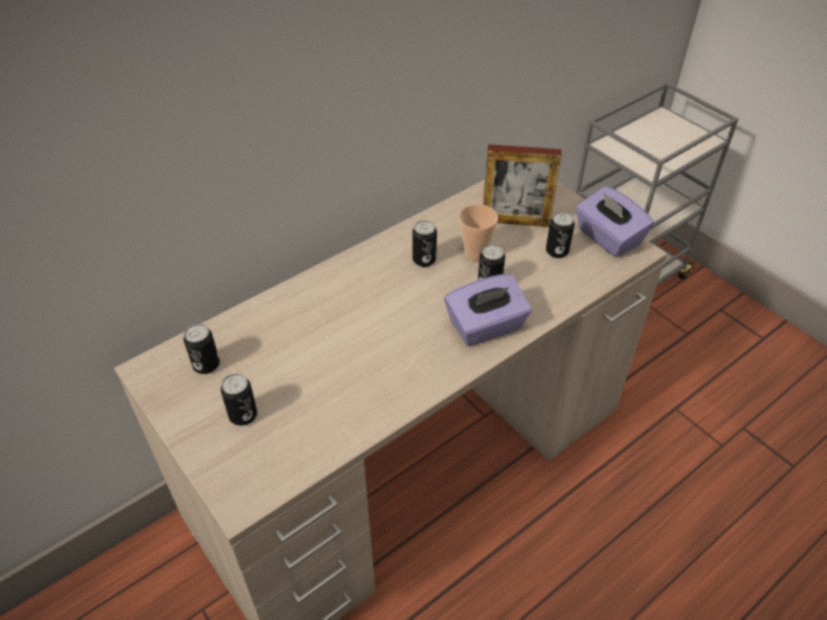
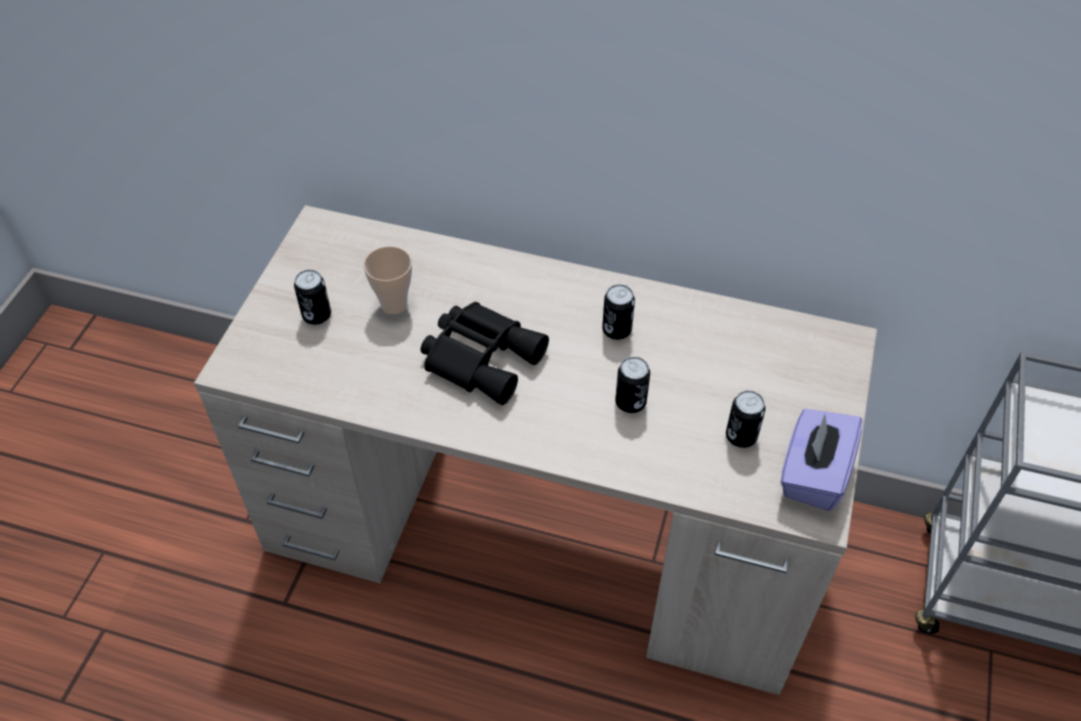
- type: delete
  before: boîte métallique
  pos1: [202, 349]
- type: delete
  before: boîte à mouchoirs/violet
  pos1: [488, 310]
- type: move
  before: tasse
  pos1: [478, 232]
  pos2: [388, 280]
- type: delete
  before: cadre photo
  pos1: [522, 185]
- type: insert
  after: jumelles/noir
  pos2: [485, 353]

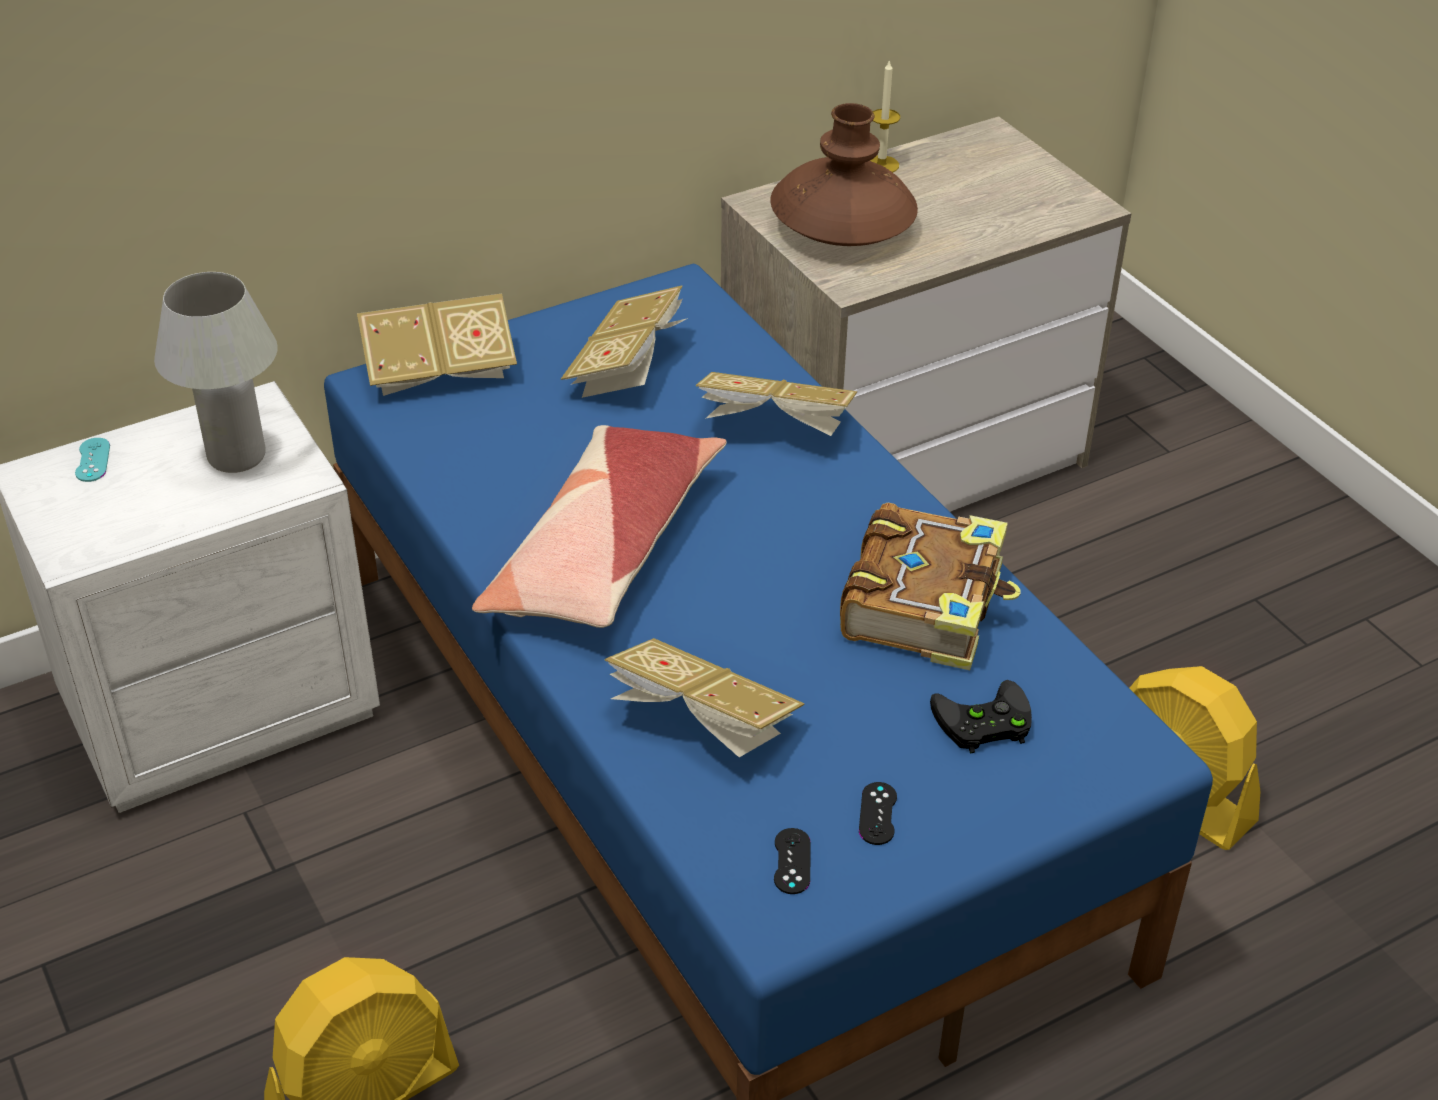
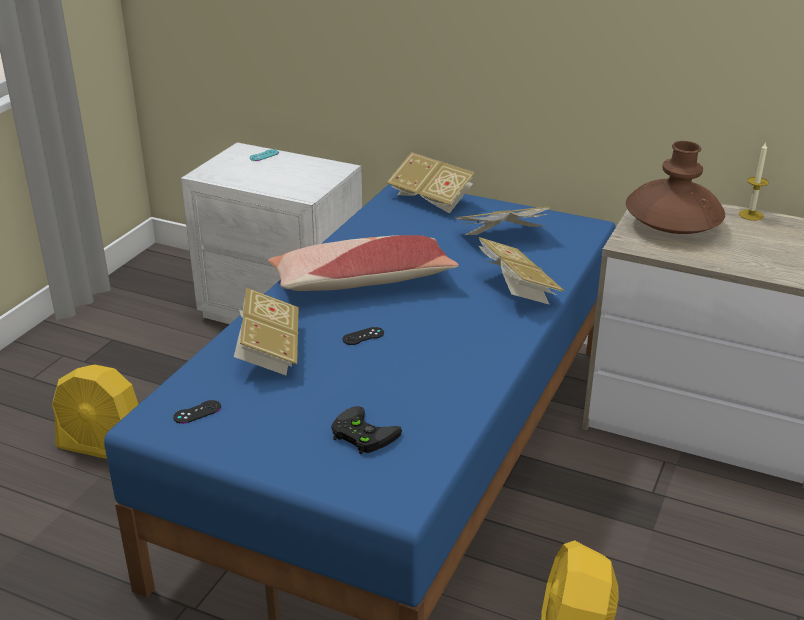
- type: delete
  before: lampe de table/blanc
  pos1: [216, 372]
- type: delete
  before: livre
  pos1: [930, 586]
- type: move
  before: manette/noir
  pos1: [878, 813]
  pos2: [363, 336]

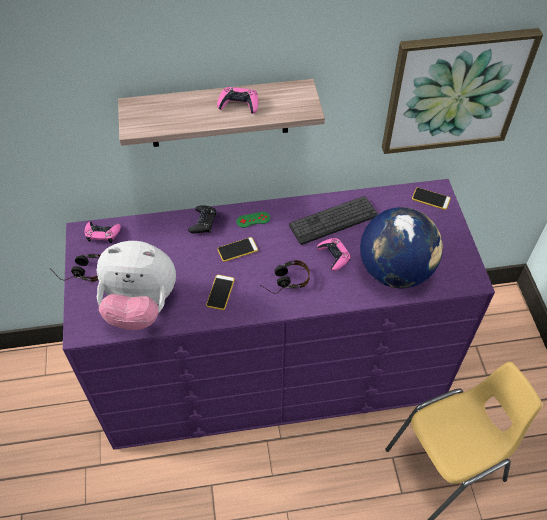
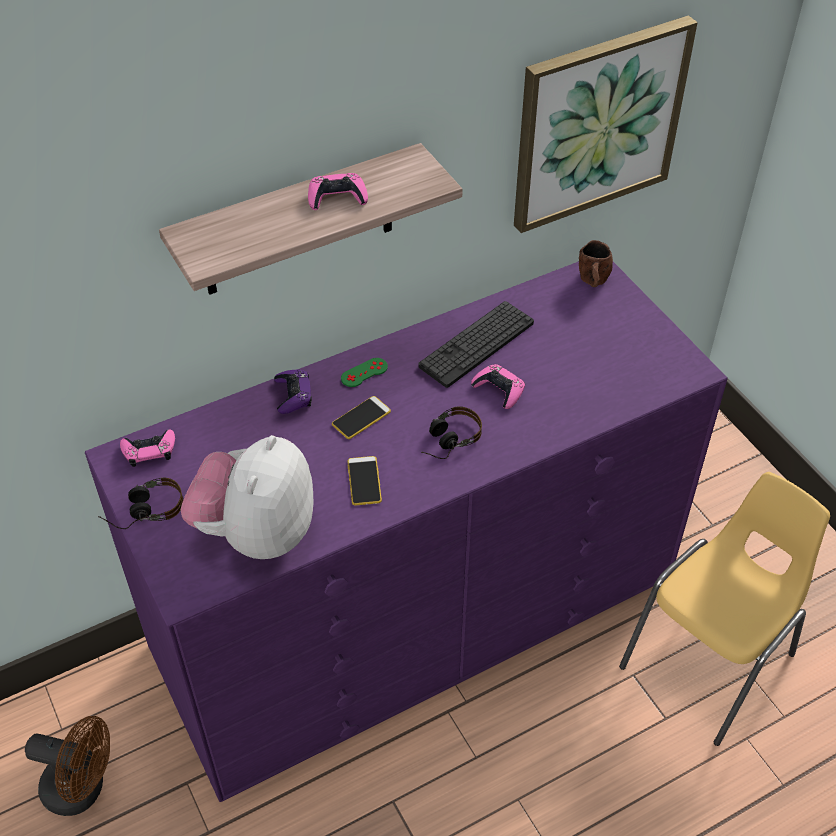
- type: rotate
  before: peluche
  pos1: [136, 285]
  pos2: [247, 497]
  turn: 120
- type: recolor
  before: manette/noir
  after: manette/violet
  pos1: [202, 219]
  pos2: [293, 391]
- type: delete
  before: globe
  pos1: [401, 247]
- type: replace
  before: téléphone
  after: mug/marron
  pos1: [431, 198]
  pos2: [596, 263]
- type: insert
  after: ventilateur/marron
  pos2: [67, 766]

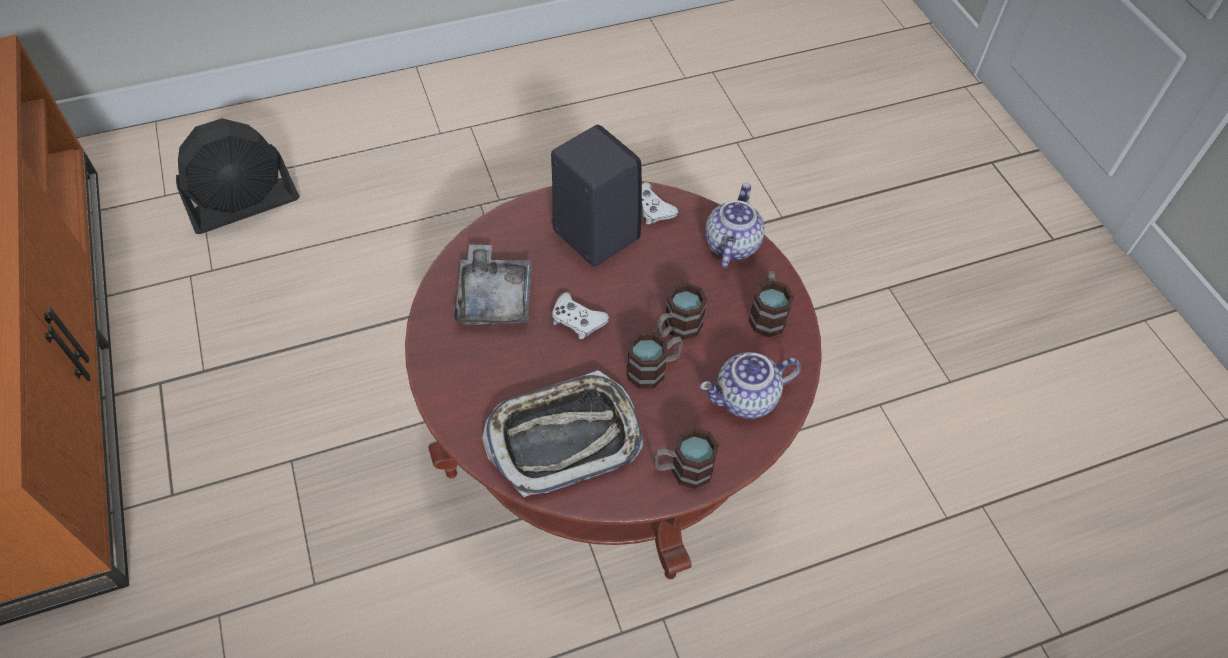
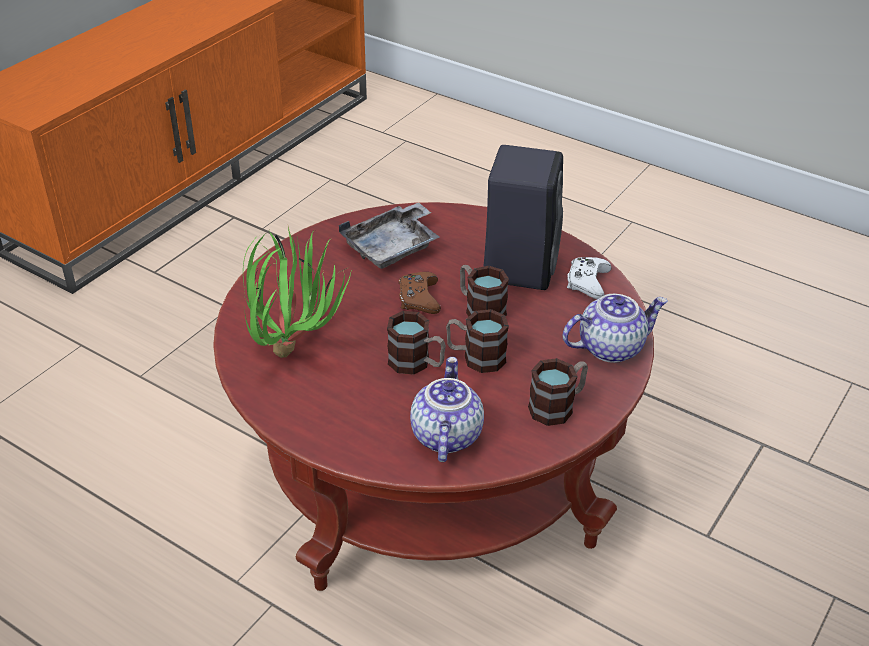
- type: delete
  before: ventilateur/noir
  pos1: [238, 176]
- type: replace
  before: plateau
  after: plante en pot
  pos1: [562, 433]
  pos2: [297, 292]
- type: recolor
  before: manette/blanc
  after: manette/marron
  pos1: [580, 315]
  pos2: [420, 293]
- type: move
  before: mug
  pos1: [686, 458]
  pos2: [484, 291]
- type: rotate
  before: théière
  pos1: [750, 385]
  pos2: [447, 409]
  turn: 60

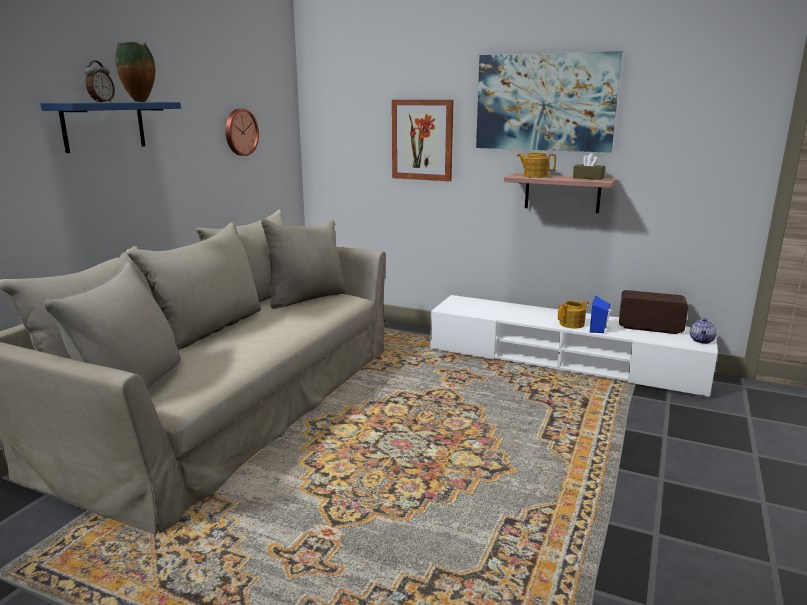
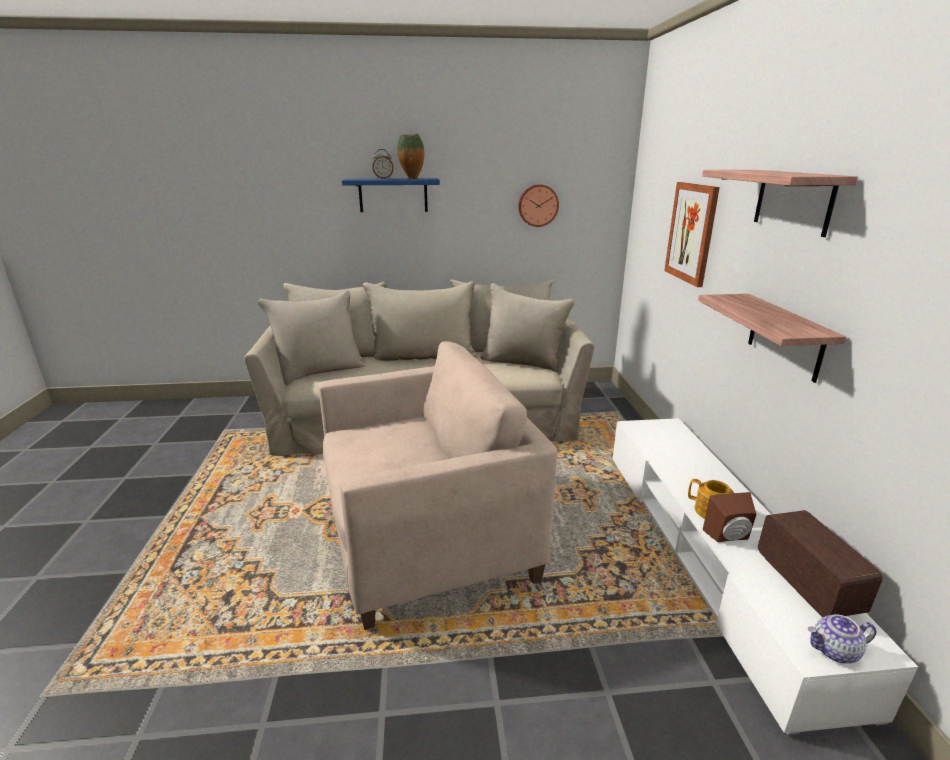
- type: replace
  before: tableau
  after: étagère
  pos1: [549, 102]
  pos2: [780, 203]
- type: delete
  before: théière
  pos1: [536, 165]
- type: delete
  before: boîte à mouchoirs/marron
  pos1: [589, 166]
- type: recolor
  before: enceinte/bleu
  after: enceinte/marron
  pos1: [600, 314]
  pos2: [729, 517]
- type: insert
  after: fauteuil/beige
  pos2: [438, 485]

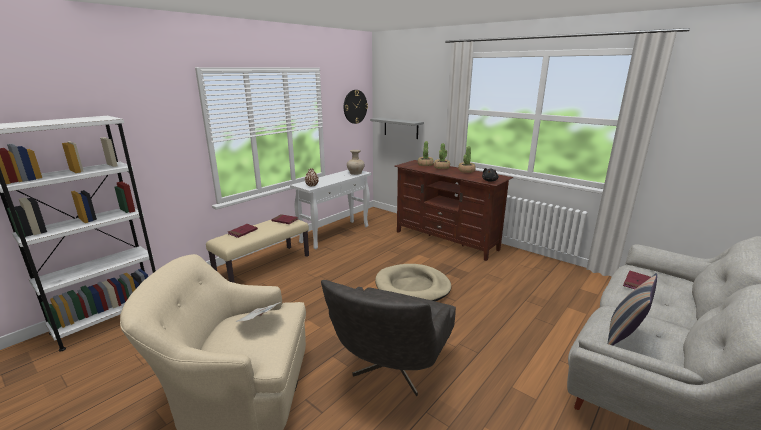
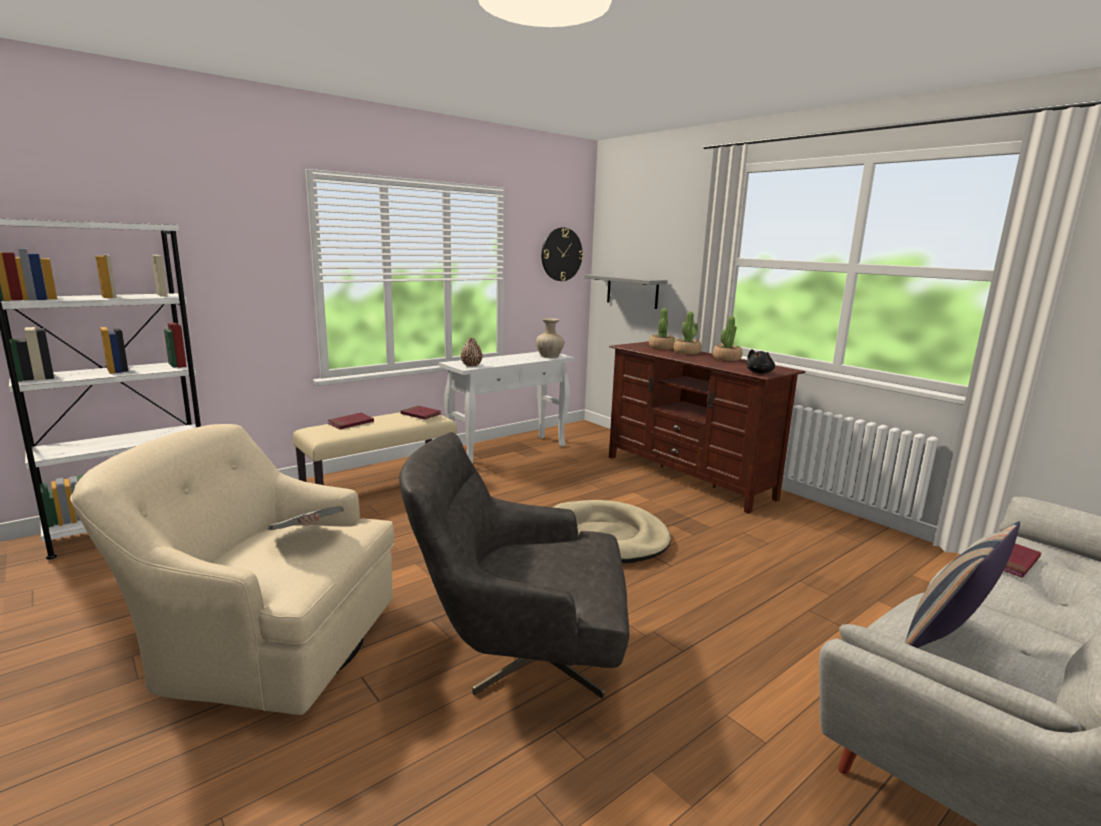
- type: rotate
  before: fauteuil/gris
  pos1: [388, 338]
  pos2: [514, 565]
  turn: 60

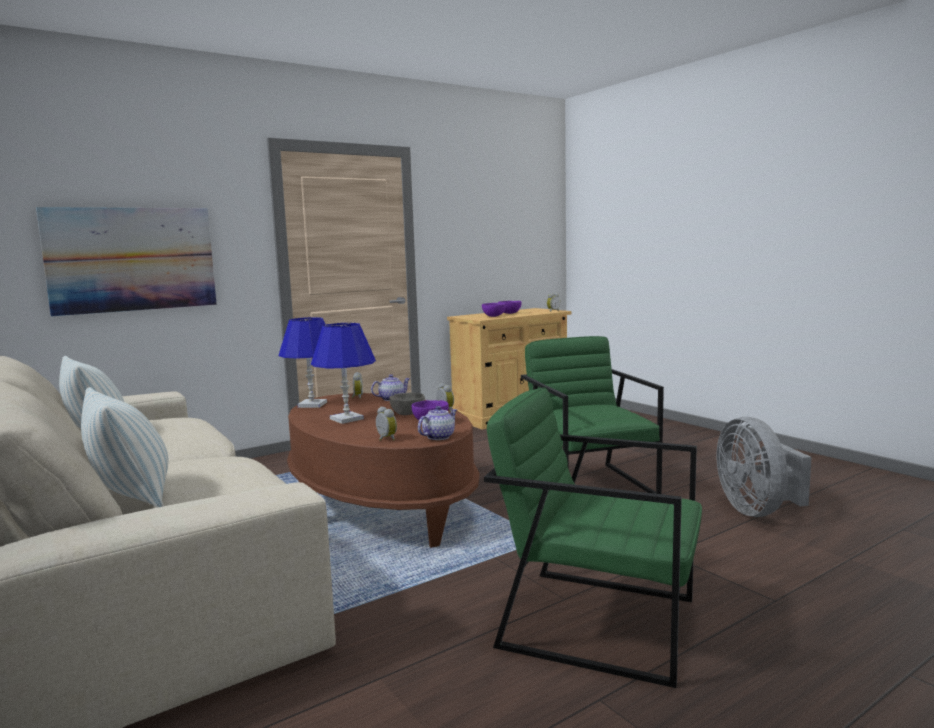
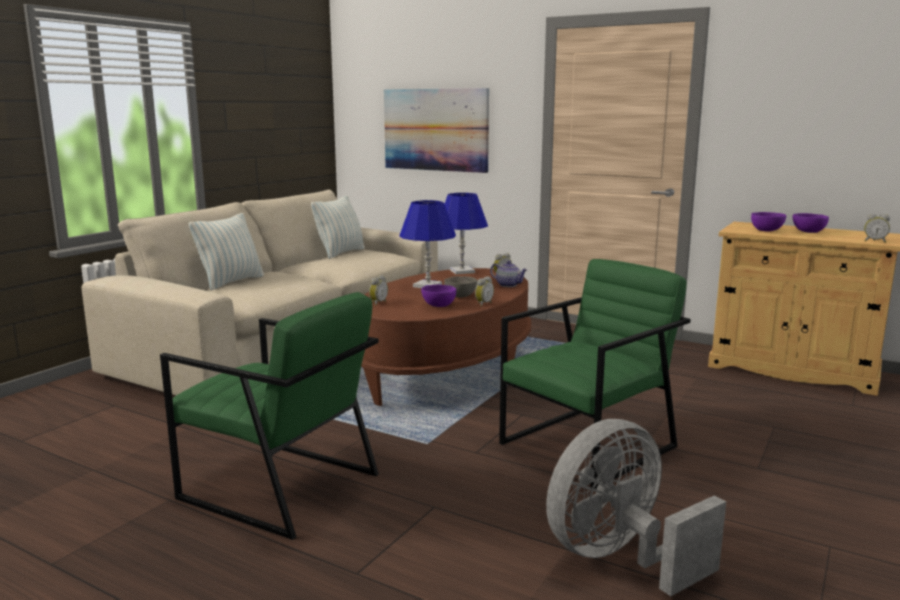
- type: delete
  before: théière
  pos1: [437, 423]
- type: rotate
  before: fauteuil/vert
  pos1: [593, 537]
  pos2: [269, 416]
  turn: 120

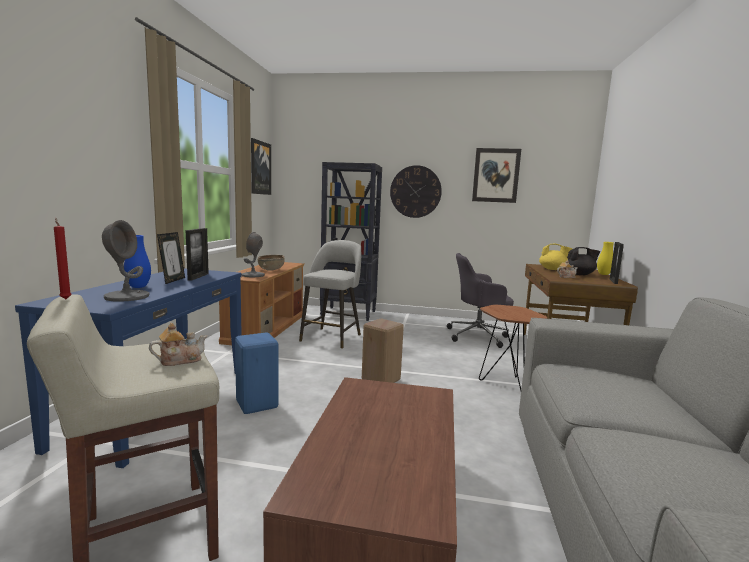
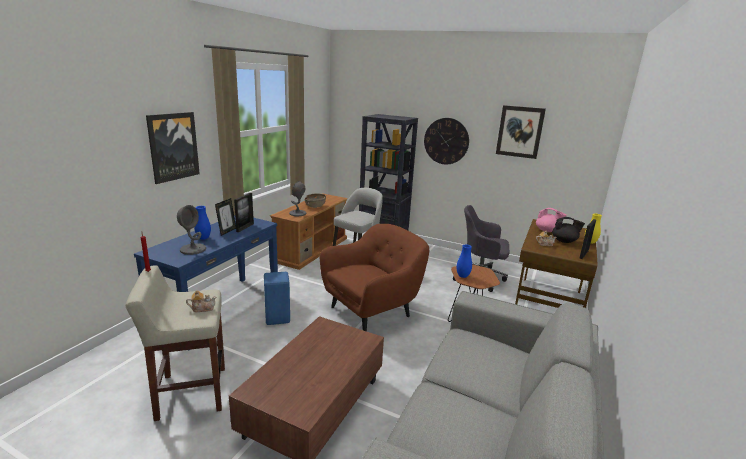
- type: move
  before: tableau
  pos1: [261, 166]
  pos2: [173, 148]
- type: replace
  before: tabouret/beige
  after: fauteuil/marron
  pos1: [383, 350]
  pos2: [374, 278]
- type: recolor
  before: théière/jaune
  after: théière/rose
  pos1: [556, 257]
  pos2: [551, 220]
- type: insert
  after: vase/bleu
  pos2: [464, 261]

